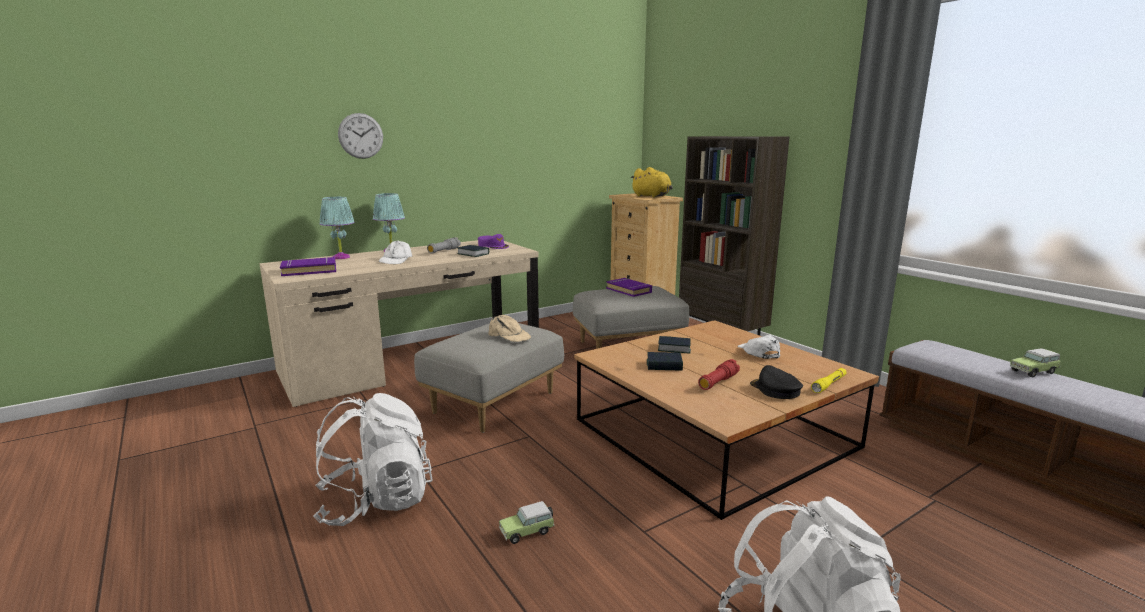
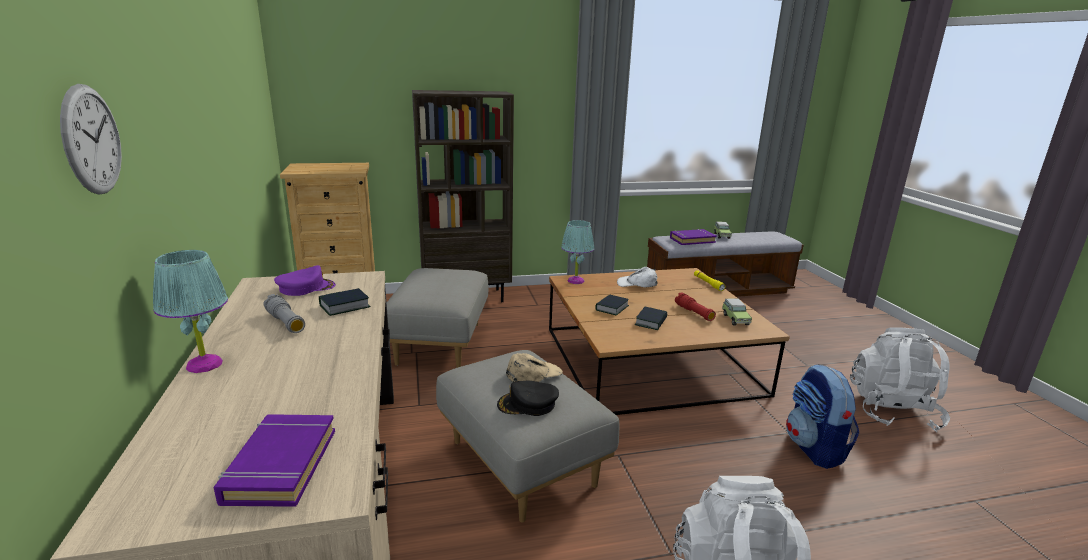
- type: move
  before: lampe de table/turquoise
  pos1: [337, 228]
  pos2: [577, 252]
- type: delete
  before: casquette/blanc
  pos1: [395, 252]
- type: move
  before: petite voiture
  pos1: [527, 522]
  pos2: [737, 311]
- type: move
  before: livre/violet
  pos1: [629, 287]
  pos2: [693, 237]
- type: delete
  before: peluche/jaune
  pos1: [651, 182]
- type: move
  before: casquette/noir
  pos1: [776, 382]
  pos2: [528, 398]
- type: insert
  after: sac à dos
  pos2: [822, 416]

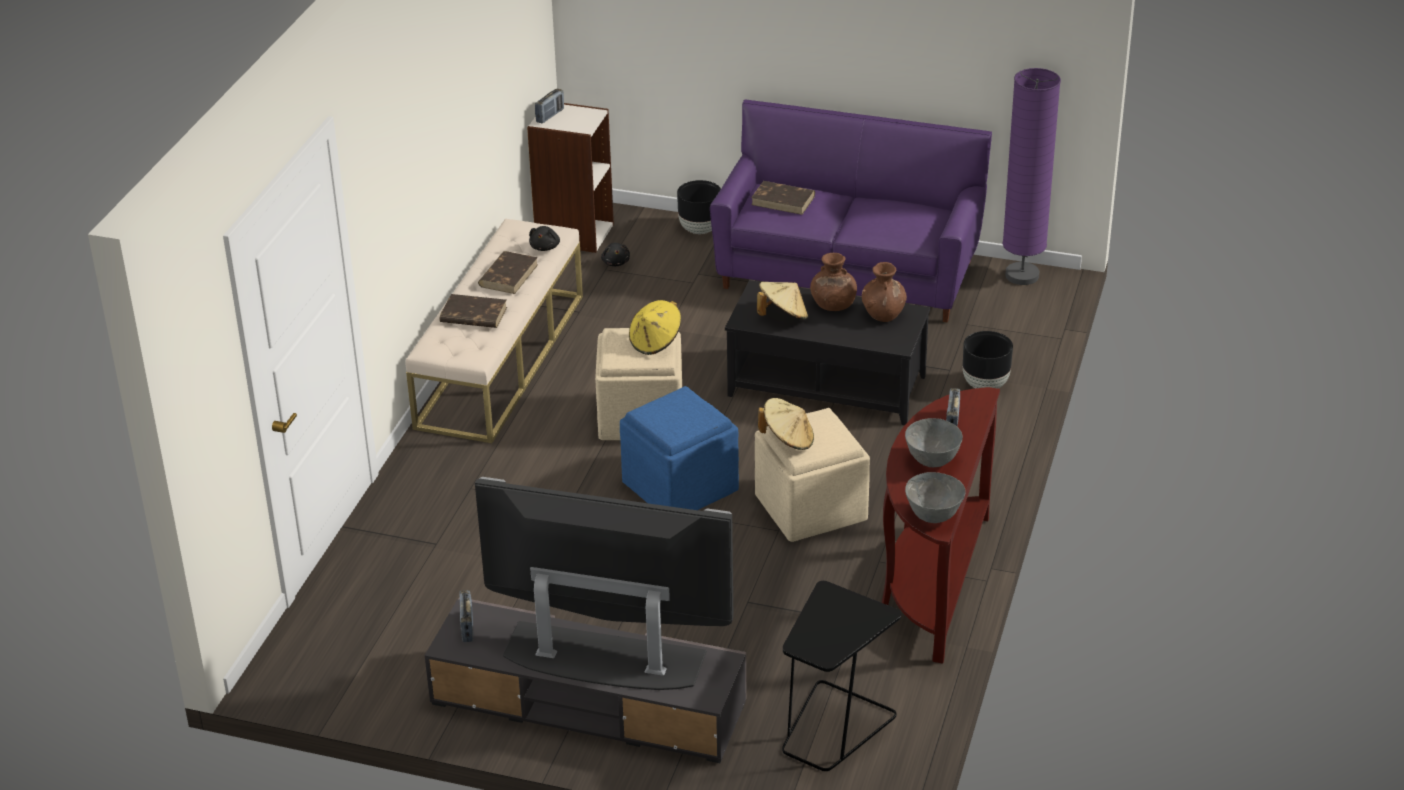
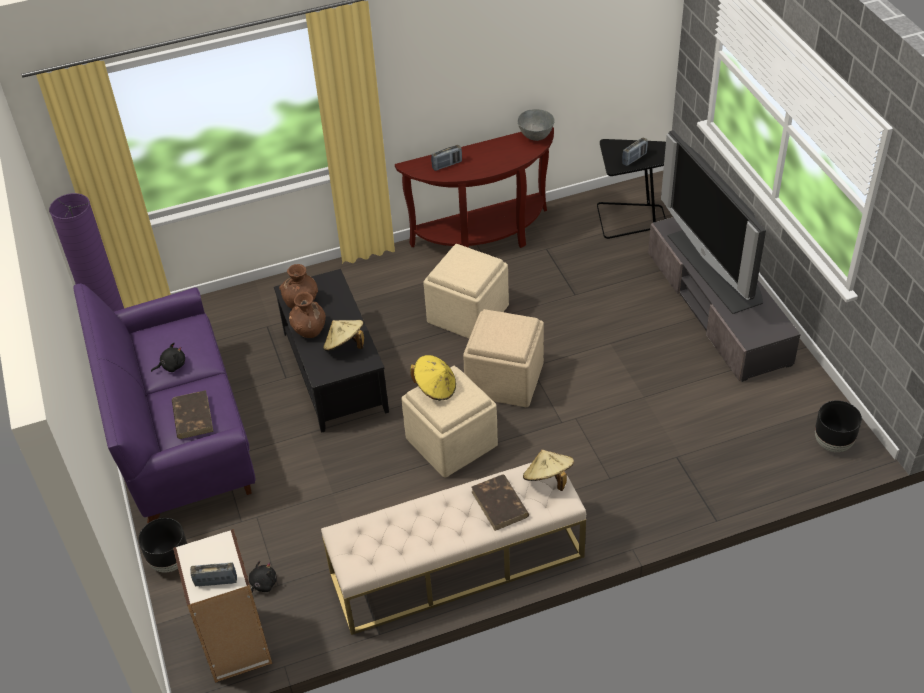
- type: move
  before: radio
  pos1: [466, 616]
  pos2: [635, 152]
- type: delete
  before: livre/marron
  pos1: [508, 272]
- type: move
  before: peluche/noir
  pos1: [544, 238]
  pos2: [168, 357]
- type: recolor
  before: pouf/bleu
  after: pouf/beige
  pos1: [679, 448]
  pos2: [503, 358]
- type: move
  before: chapeau/beige
  pos1: [786, 424]
  pos2: [548, 470]
- type: delete
  before: bol/gris
  pos1: [934, 442]
- type: move
  before: cache-pot/noir
  pos1: [988, 360]
  pos2: [838, 426]

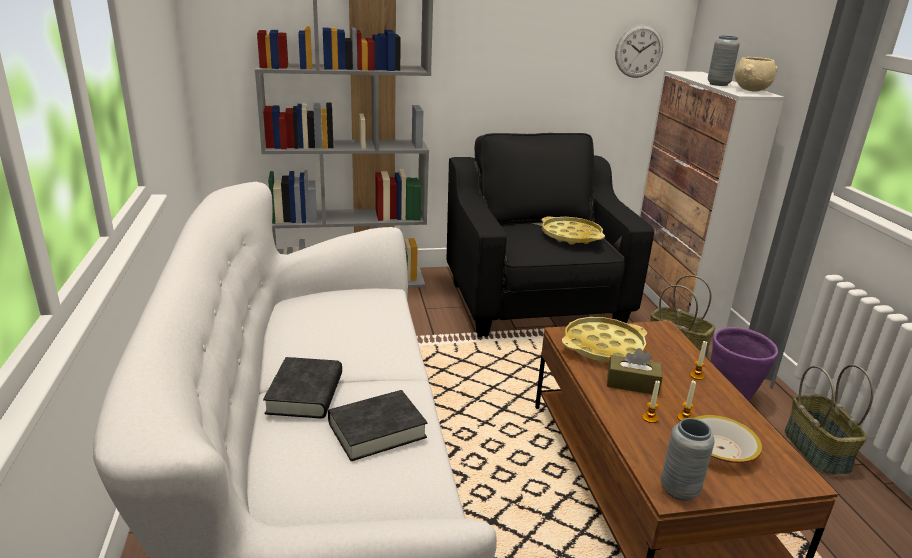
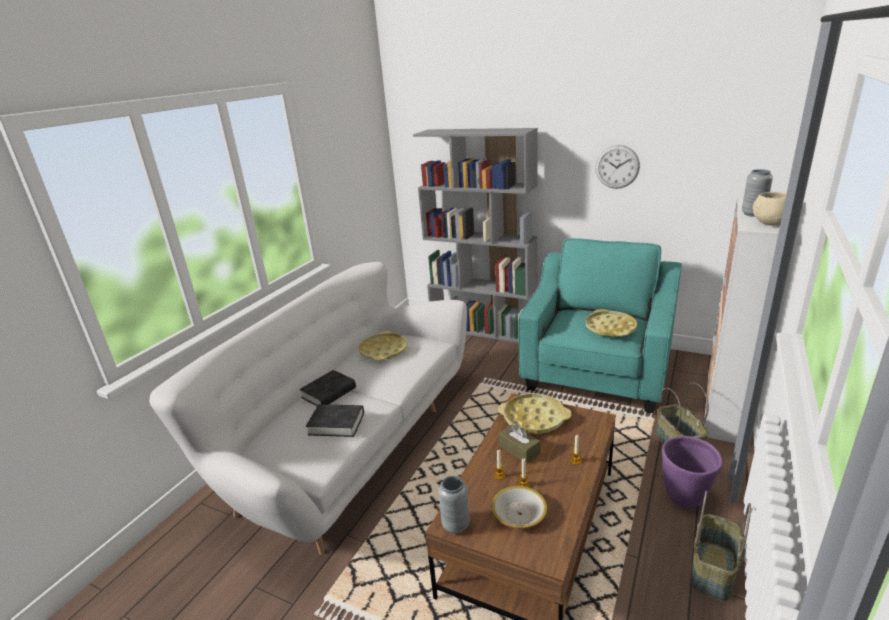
- type: recolor
  before: fauteuil/noir
  after: fauteuil/turquoise
  pos1: [550, 235]
  pos2: [600, 325]
- type: move
  before: horloge murale
  pos1: [639, 51]
  pos2: [617, 167]
- type: insert
  after: plateau/jaune
  pos2: [383, 345]

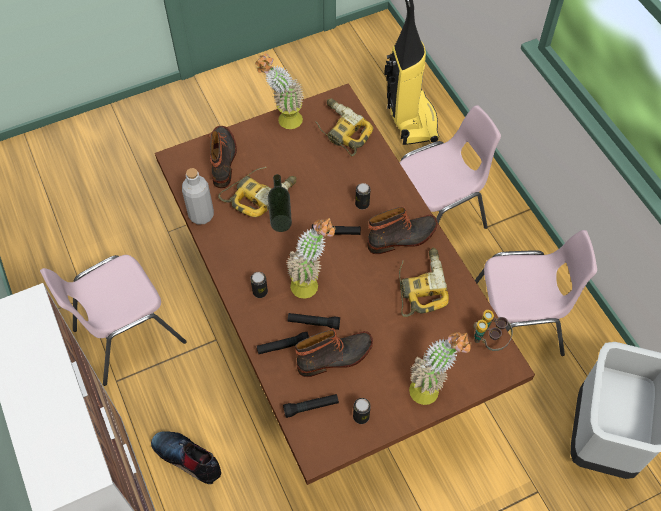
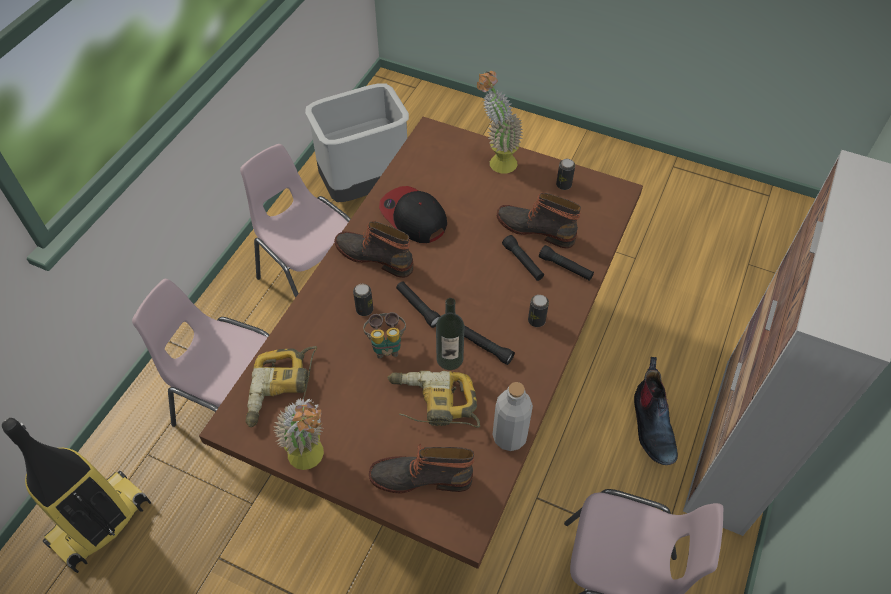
- type: rotate
  before: botte
  pos1: [222, 157]
  pos2: [421, 469]
  turn: 45
- type: move
  before: lampe de poche/noir
  pos1: [311, 406]
  pos2: [489, 345]
- type: delete
  before: plante en pot
  pos1: [311, 258]
- type: replace
  before: perceuse
  after: casquette
  pos1: [424, 282]
  pos2: [413, 214]
- type: move
  before: jumelles
  pos1: [493, 330]
  pos2: [384, 335]

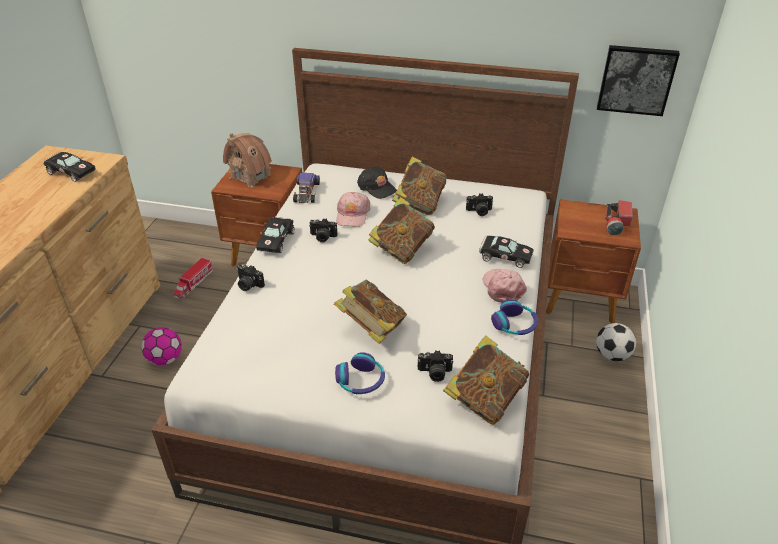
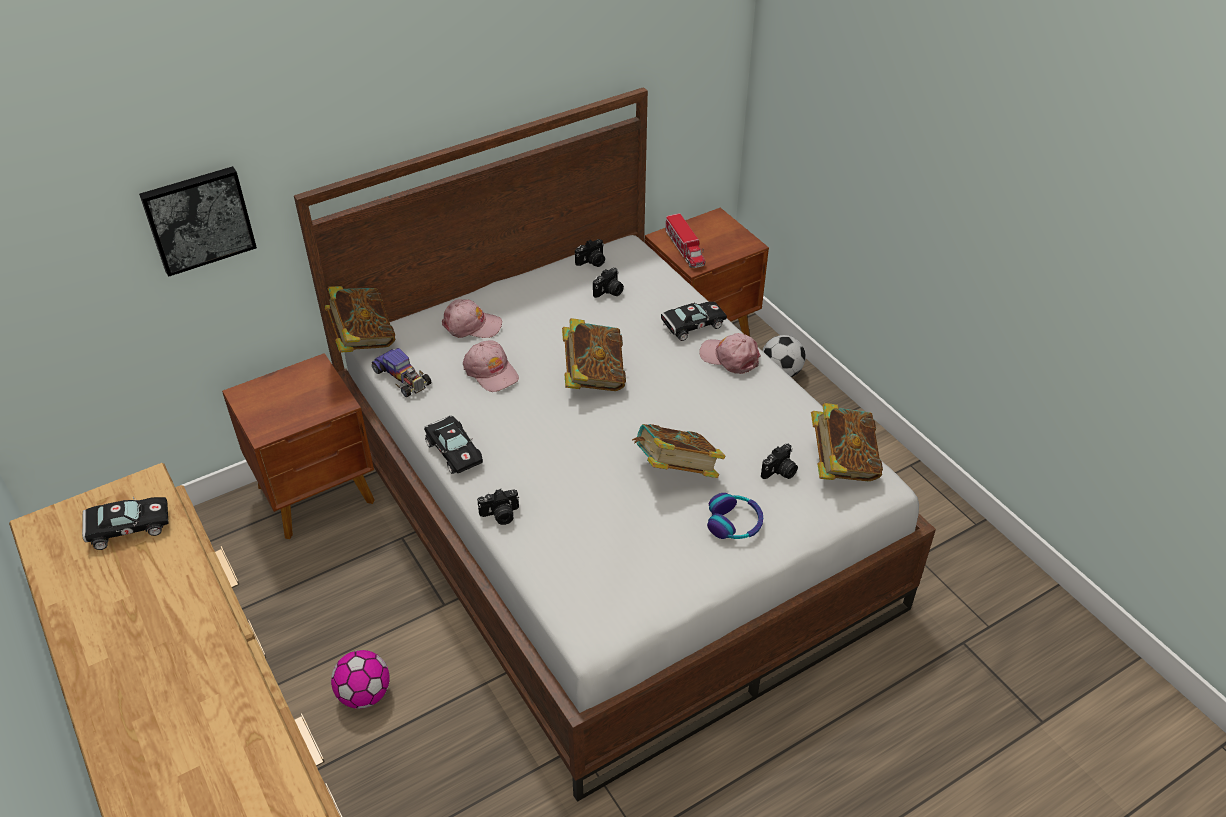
- type: move
  before: camion jouet
  pos1: [193, 278]
  pos2: [685, 240]
- type: delete
  before: maison miniature
  pos1: [248, 160]
- type: move
  before: appareil photo
  pos1: [323, 230]
  pos2: [590, 253]
- type: recolor
  before: casquette/noir
  after: casquette/rose
  pos1: [377, 183]
  pos2: [472, 318]
- type: move
  before: livre
  pos1: [419, 186]
  pos2: [360, 319]
- type: delete
  before: casque audio
  pos1: [514, 317]
- type: move
  before: tableau
  pos1: [638, 80]
  pos2: [198, 221]
- type: delete
  before: lampe de poche
  pos1: [619, 217]

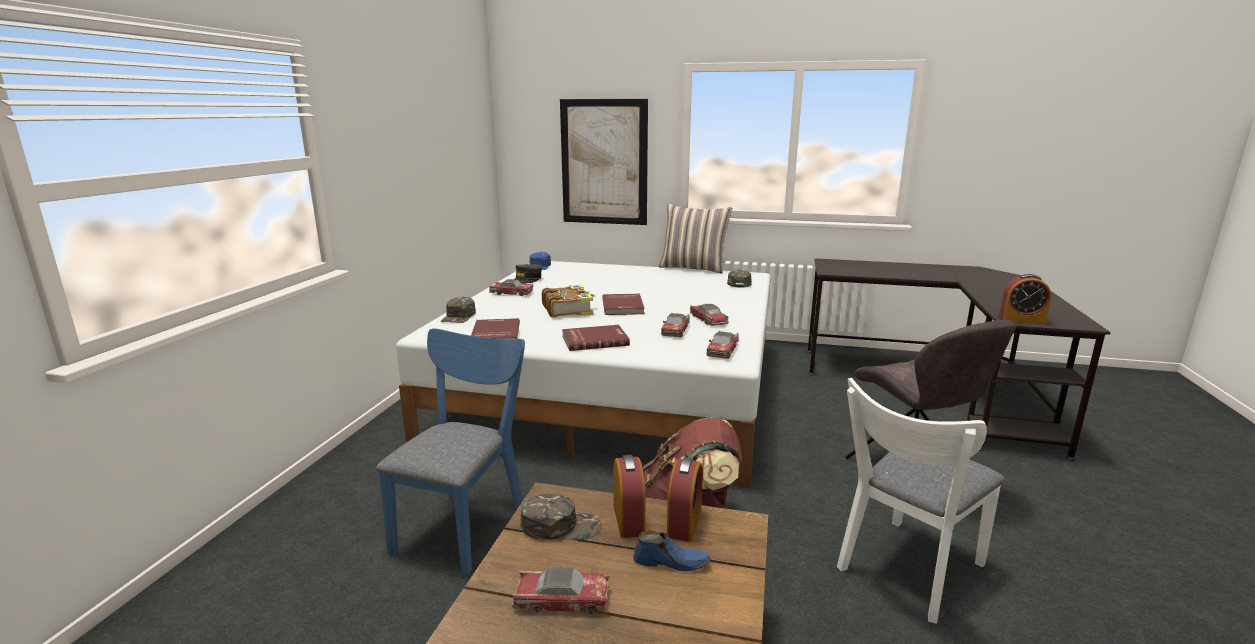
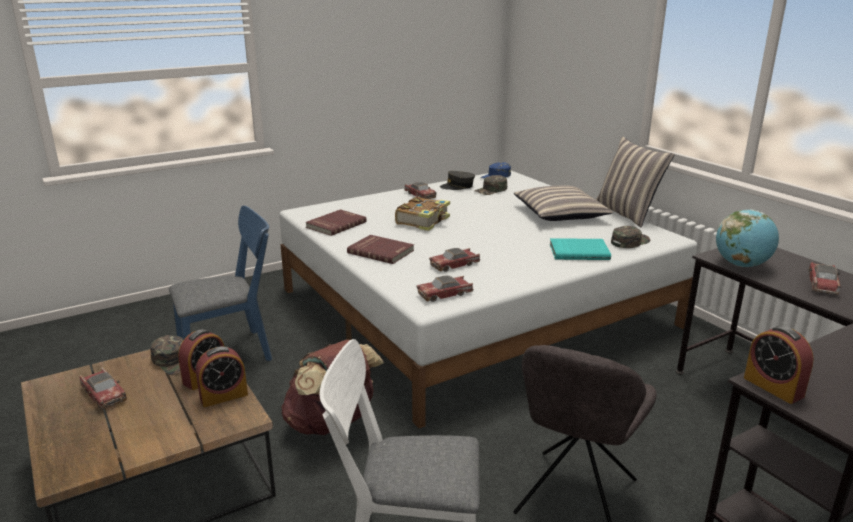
- type: move
  before: casquette/vert
  pos1: [458, 310]
  pos2: [490, 185]
- type: delete
  before: tableau
  pos1: [604, 162]
- type: delete
  before: livre/rouge
  pos1: [623, 304]
- type: delete
  before: chaussure/bleu
  pos1: [672, 550]
- type: move
  before: petite voiture
  pos1: [709, 315]
  pos2: [825, 278]
- type: insert
  after: coussin
  pos2: [563, 203]
- type: insert
  after: livre/turquoise
  pos2: [580, 249]
- type: insert
  after: globe
  pos2: [747, 238]

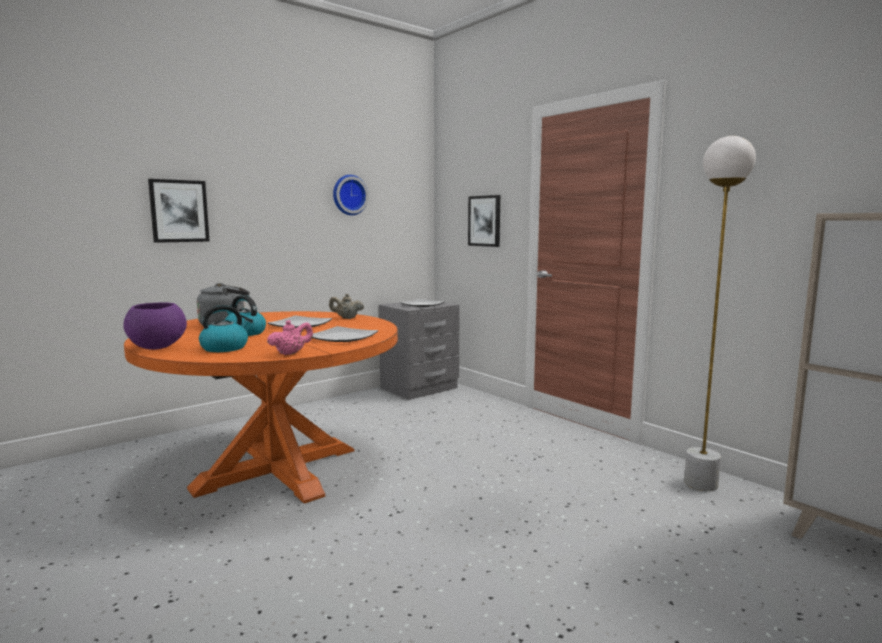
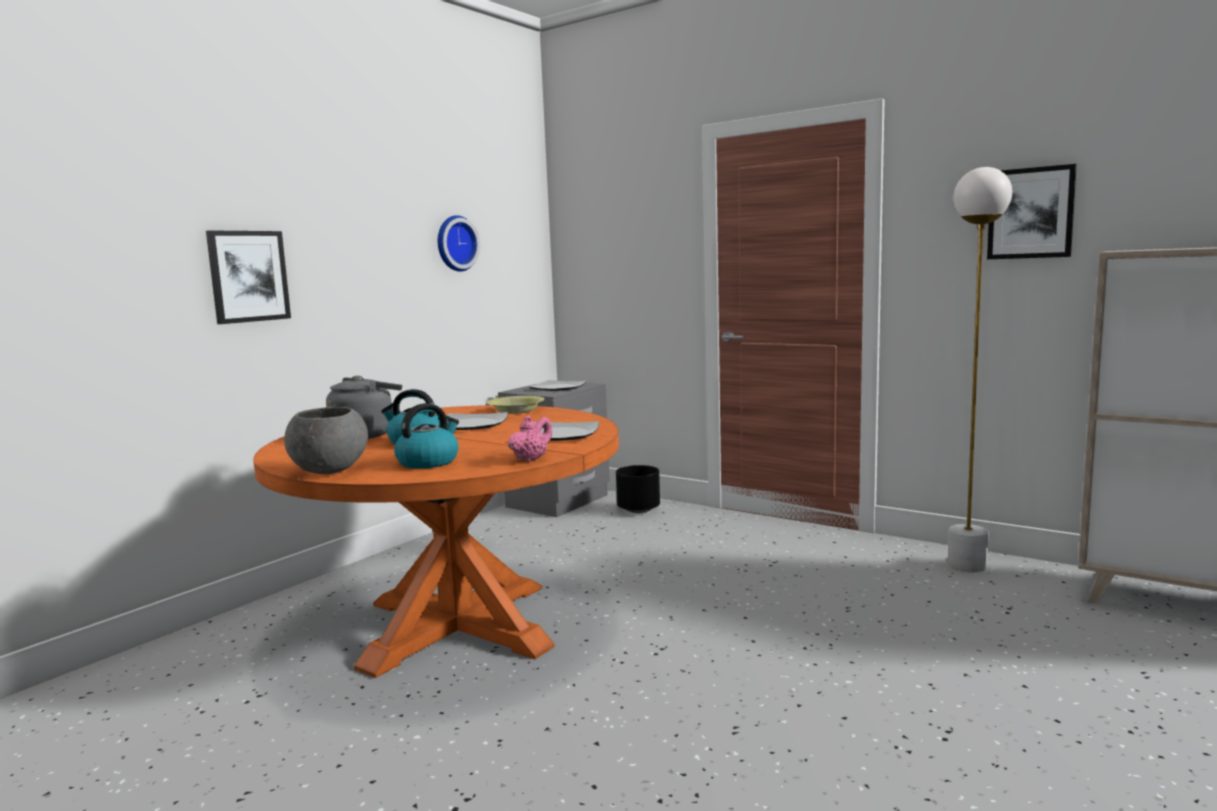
- type: recolor
  before: bol/violet
  after: bol/gris
  pos1: [155, 326]
  pos2: [326, 440]
- type: replace
  before: théière/beige
  after: bol/jaune
  pos1: [346, 306]
  pos2: [516, 405]
- type: move
  before: tableau
  pos1: [484, 221]
  pos2: [1032, 211]
- type: insert
  after: cache-pot/noir
  pos2: [638, 489]

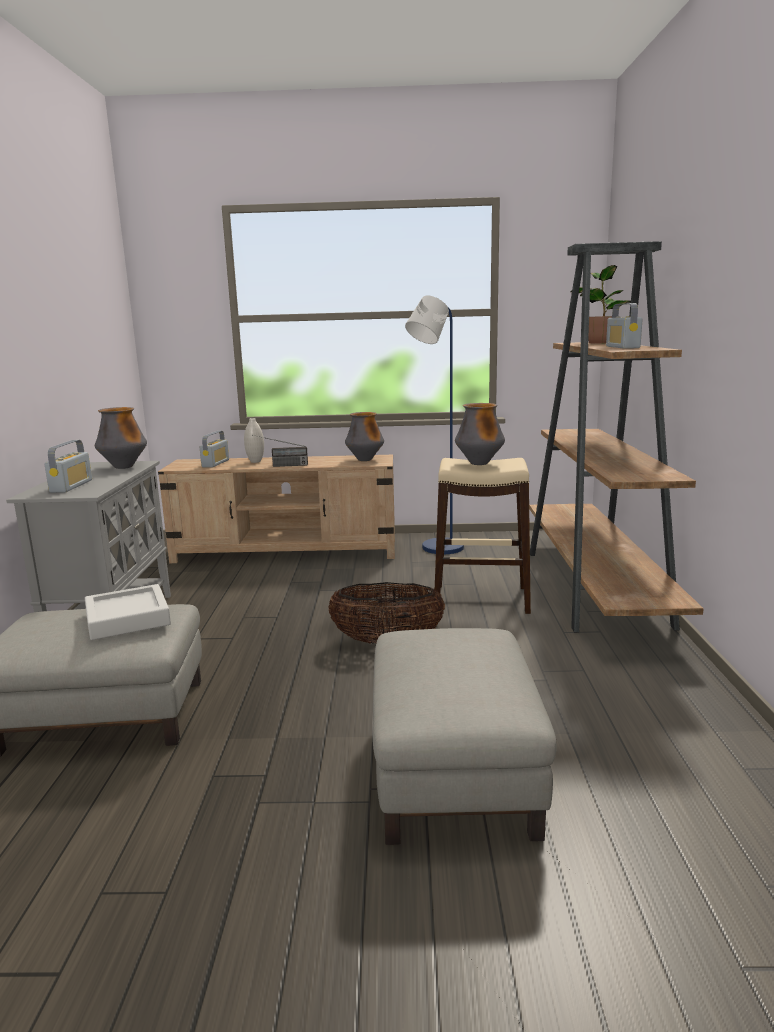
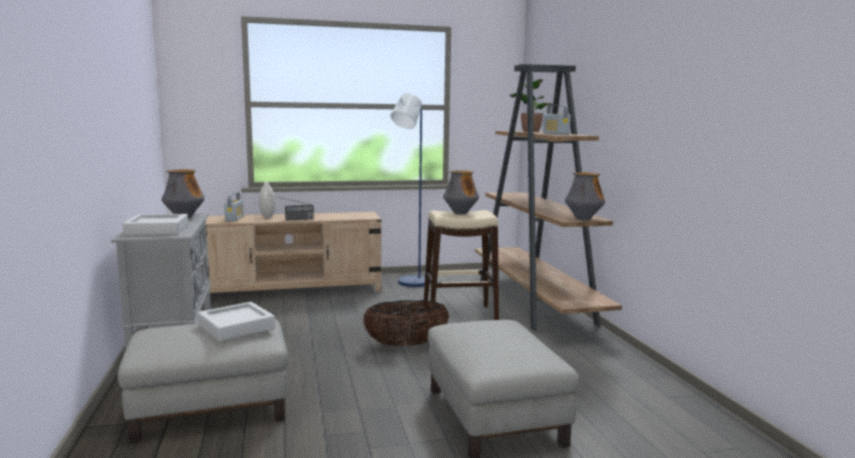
- type: replace
  before: radio
  after: plateau/gris
  pos1: [68, 466]
  pos2: [155, 225]
- type: move
  before: vase
  pos1: [364, 436]
  pos2: [585, 196]

